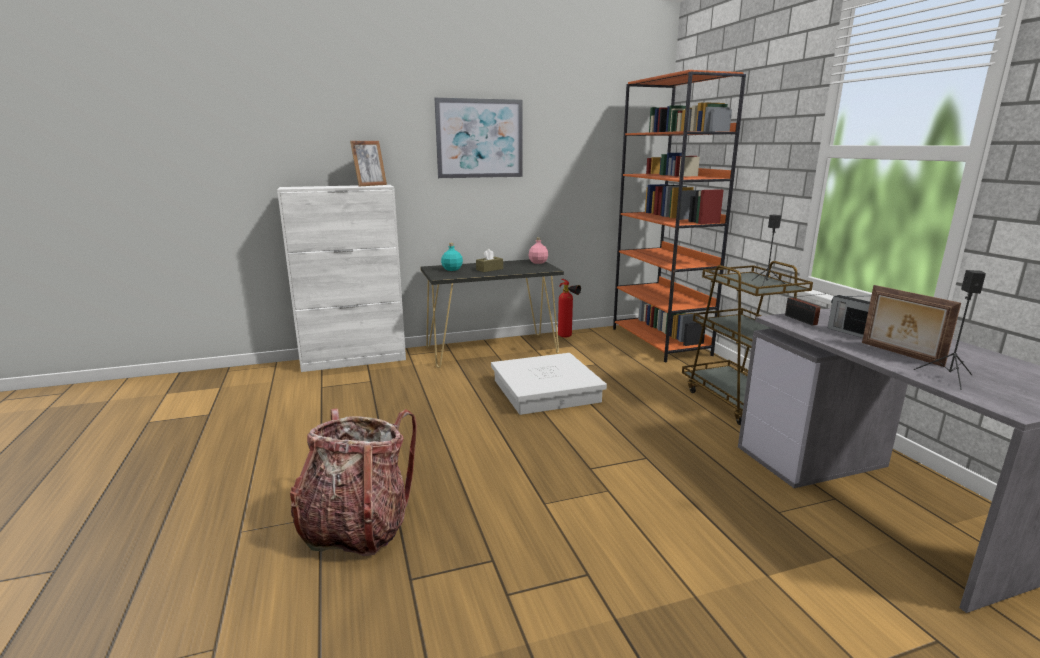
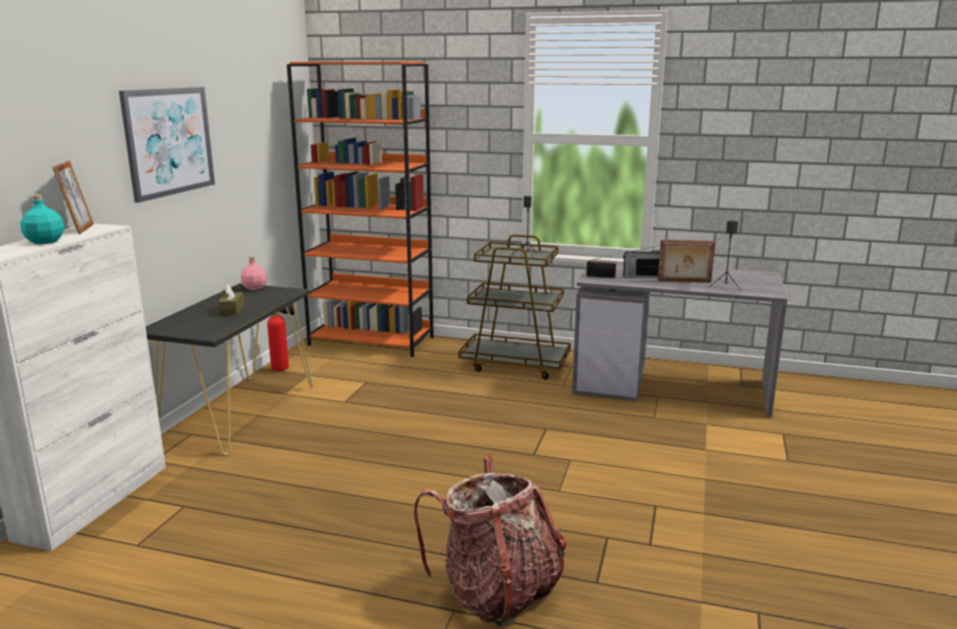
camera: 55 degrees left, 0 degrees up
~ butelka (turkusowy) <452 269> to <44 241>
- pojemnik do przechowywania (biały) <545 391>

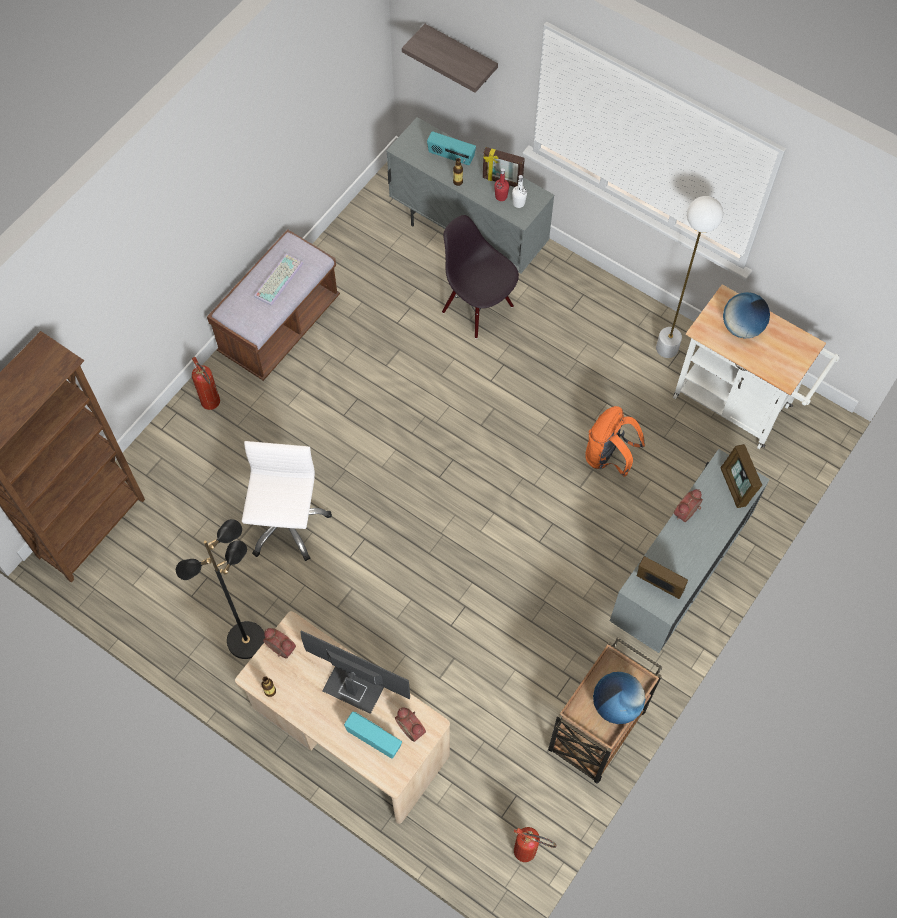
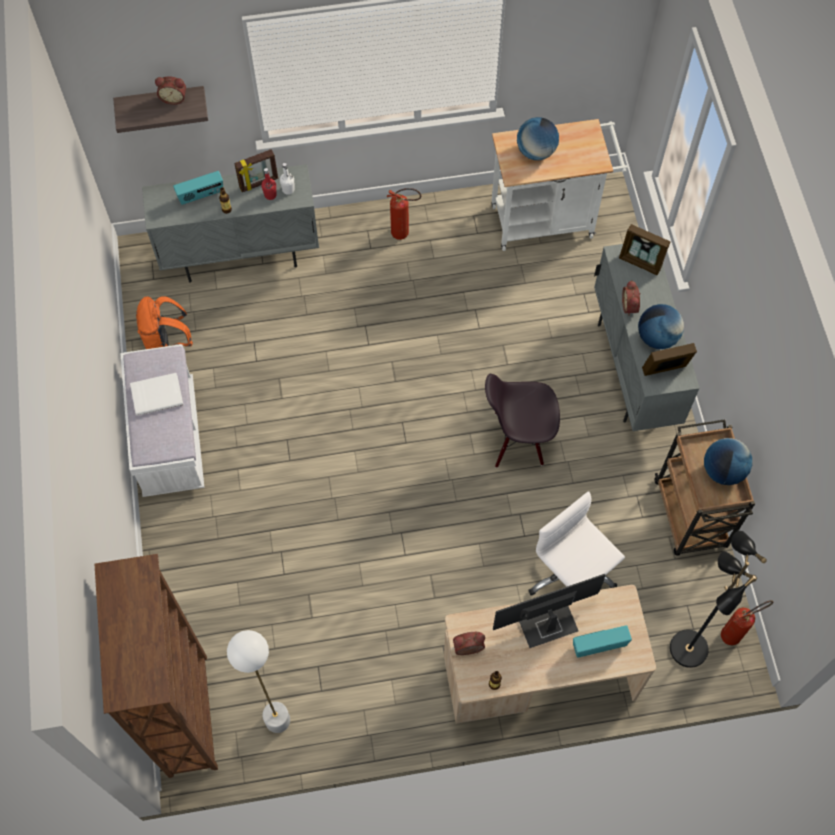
camera: 45 degrees left, 0 degrees up
~ lampa stojąca (biały) <667 348> to <278 720>
~ krzesło (czarny) <478 308> to <518 440>
~ ławka (brązowy) <279 326> to ławka (biały) <169 438>
~ klawiatura <278 279> to książka (biały) <157 394>
~ gaśnica <213 405> to <404 233>
~ plecak (pomarańczowy) <609 457> to <167 344>
~ krzesło biurowe (biały) <286 523> to <570 577>
~ lampa stojąca (czarny) <246 639> to <687 648>
~ budzik <412 727> to <174 98>
+ globus <657 337>

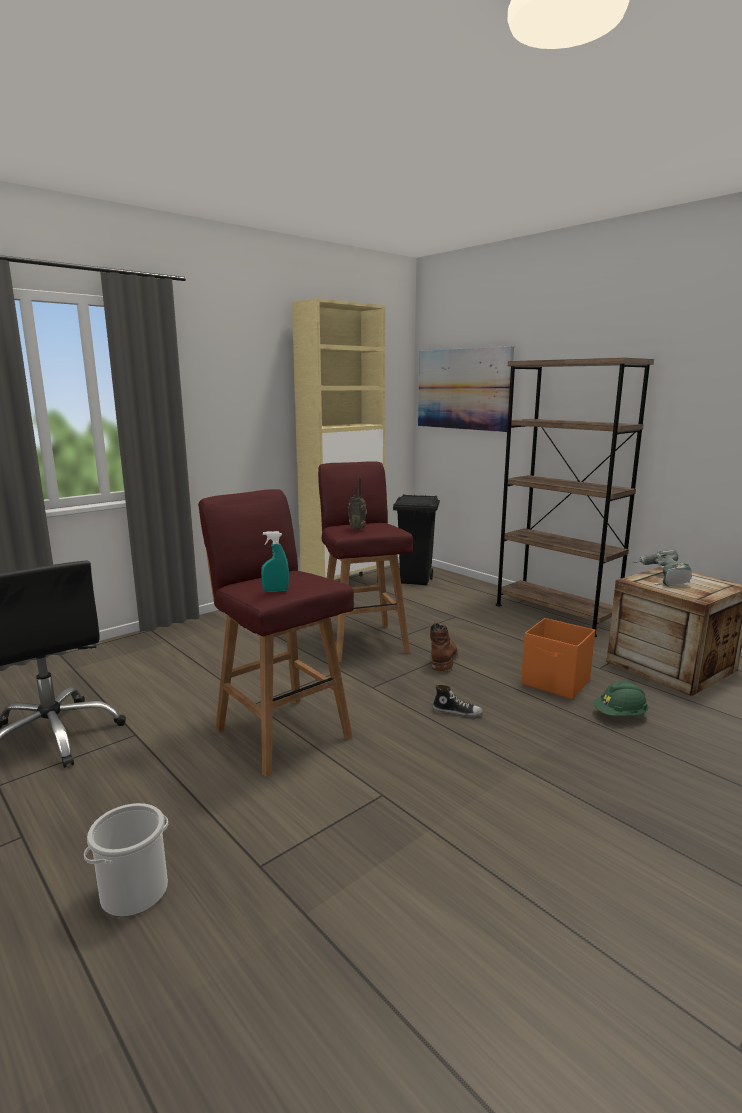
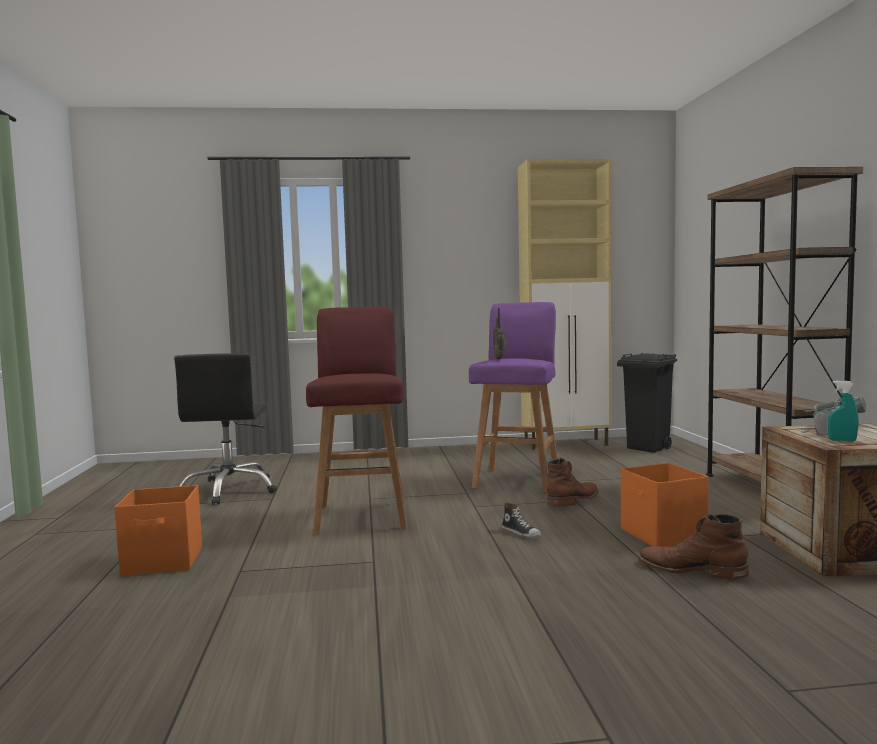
camera: 35 degrees right, 10 degrees down
- obraz <463 389>
~ stołek (czerwony) <362 641> to stołek (fioletowy) <518 479>
~ spryskiwacz (turkusowy) <275 591> to <842 440>
~ kask (zielony) <620 715> to but z cholewką (brązowy) <691 569>
~ wiadro <135 891> to pojemnik do przechowywania (pomarańczowy) <164 561>

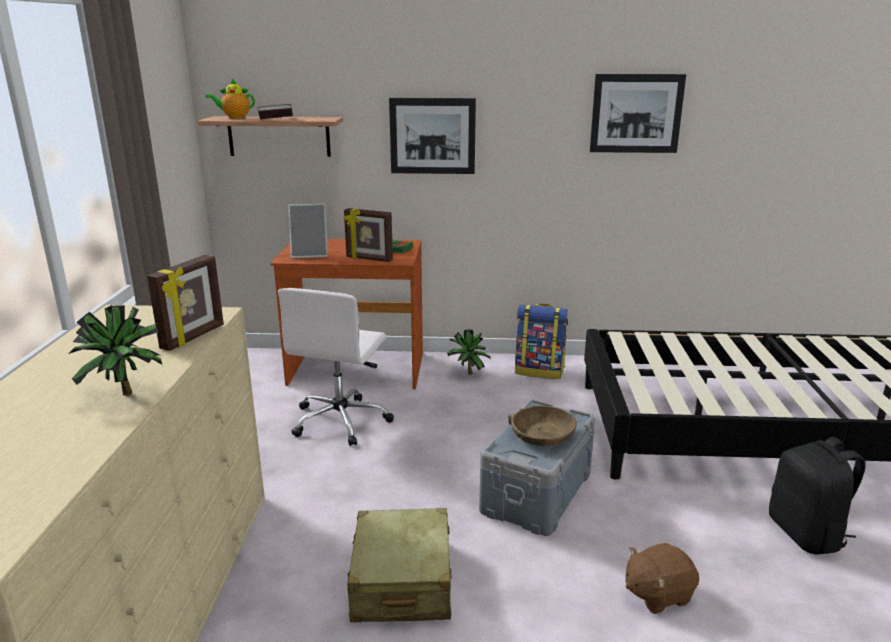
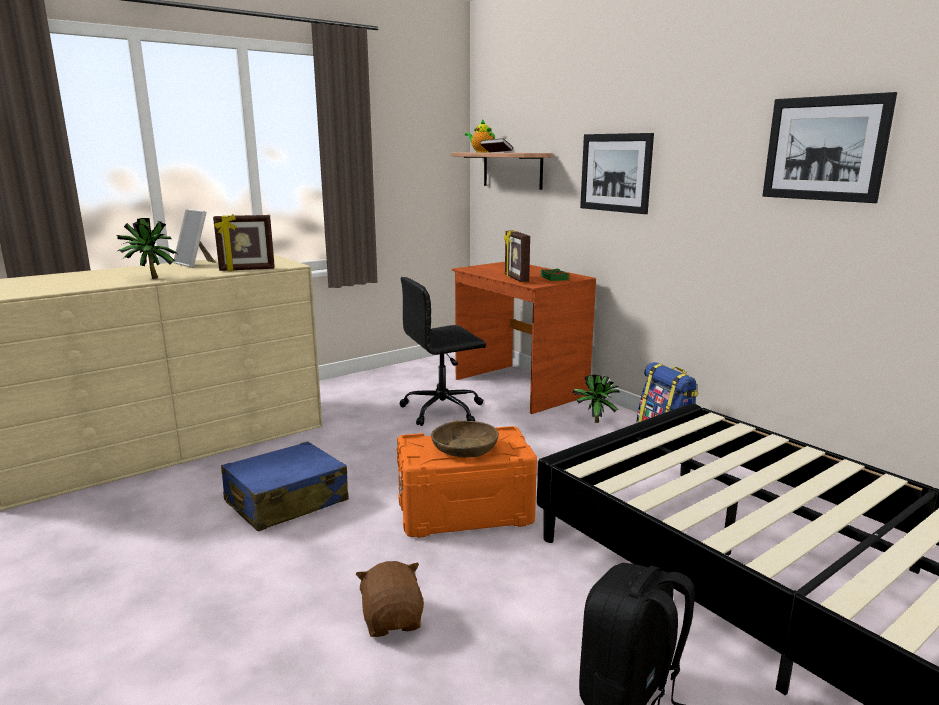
camera: 50 degrees right, 5 degrees down
~ ramka na zdjęcie <310 254> to <195 264>
~ krzesło biurowe (biały) <341 420> to krzesło biurowe (czarny) <444 410>
~ pojemnik do przechowywania (szary) <535 492> to pojemnik do przechowywania (pomarańczowy) <464 511>
~ walizka (beżowy) <402 582> to walizka (niebieski) <286 501>
~ pluszak (brązowy) <657 594> = <393 620> 45 degrees clockwise

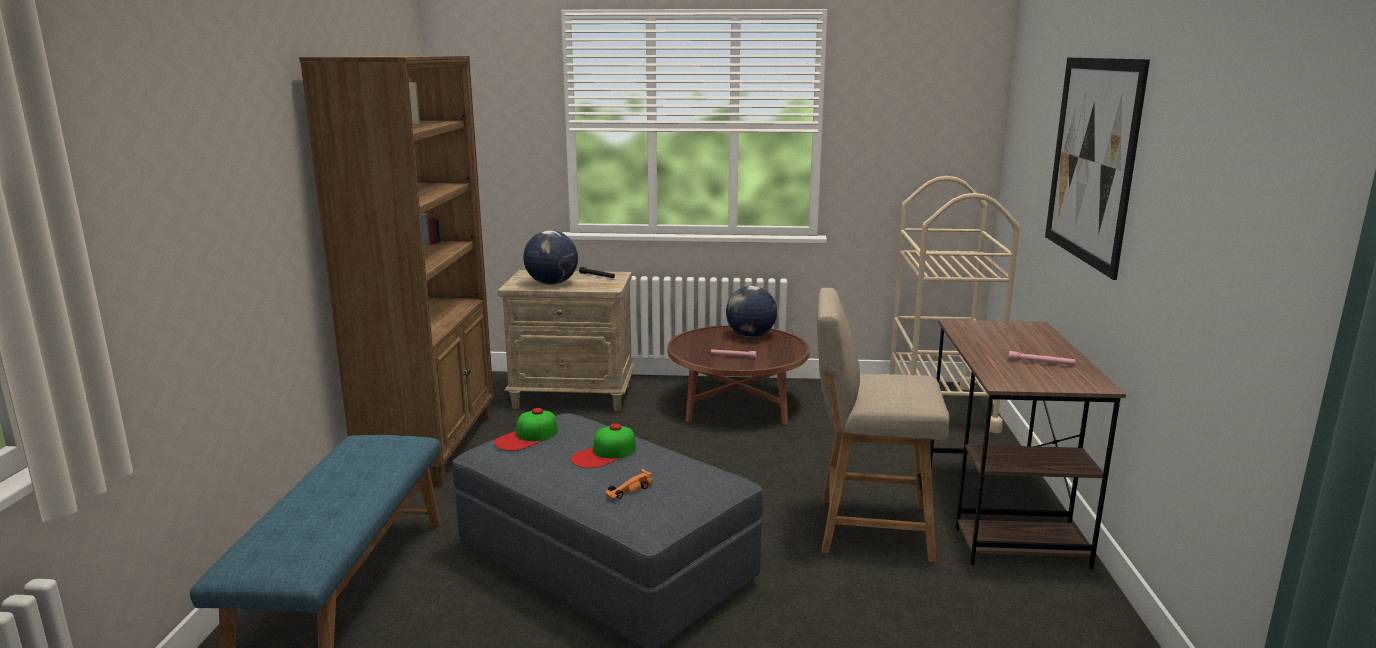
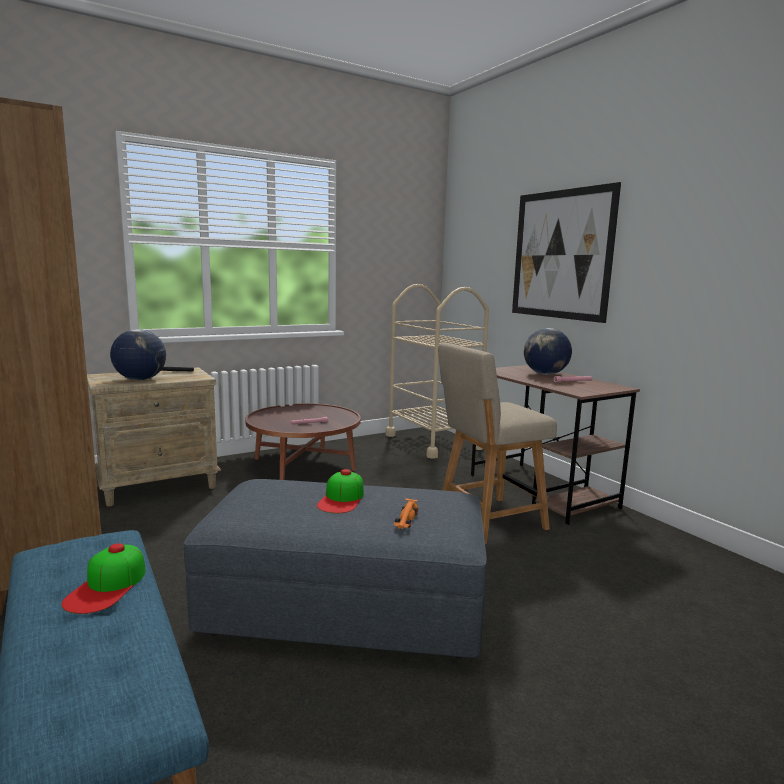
camera: 35 degrees left, 5 degrees down
~ globus <750 336> to <545 374>
~ czapka z daszkiem <527 437> to <107 586>

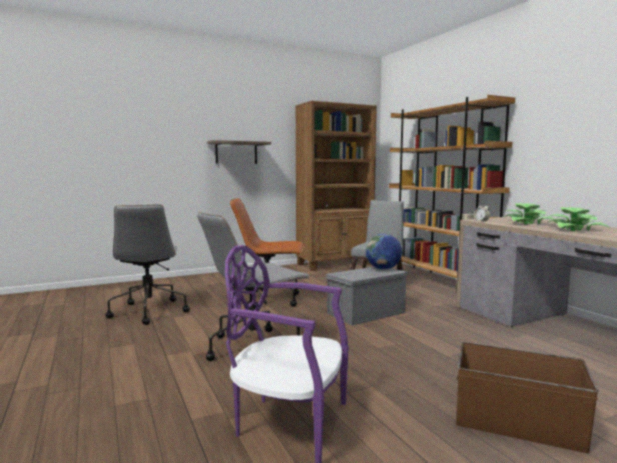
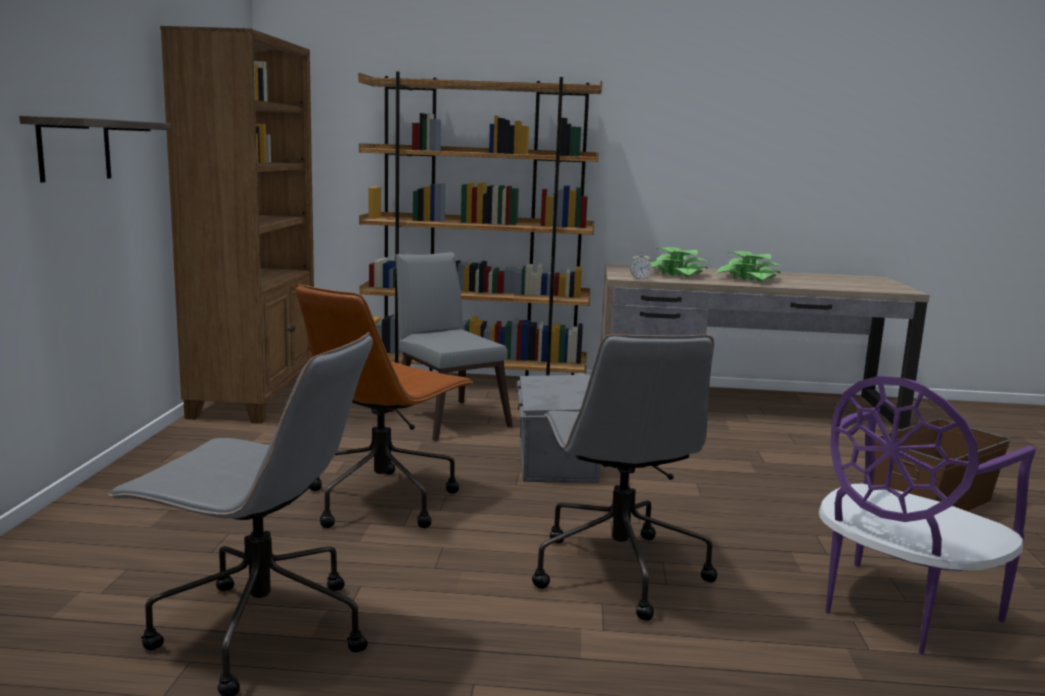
camera: 60 degrees left, 5 degrees up
- globus <383 268>

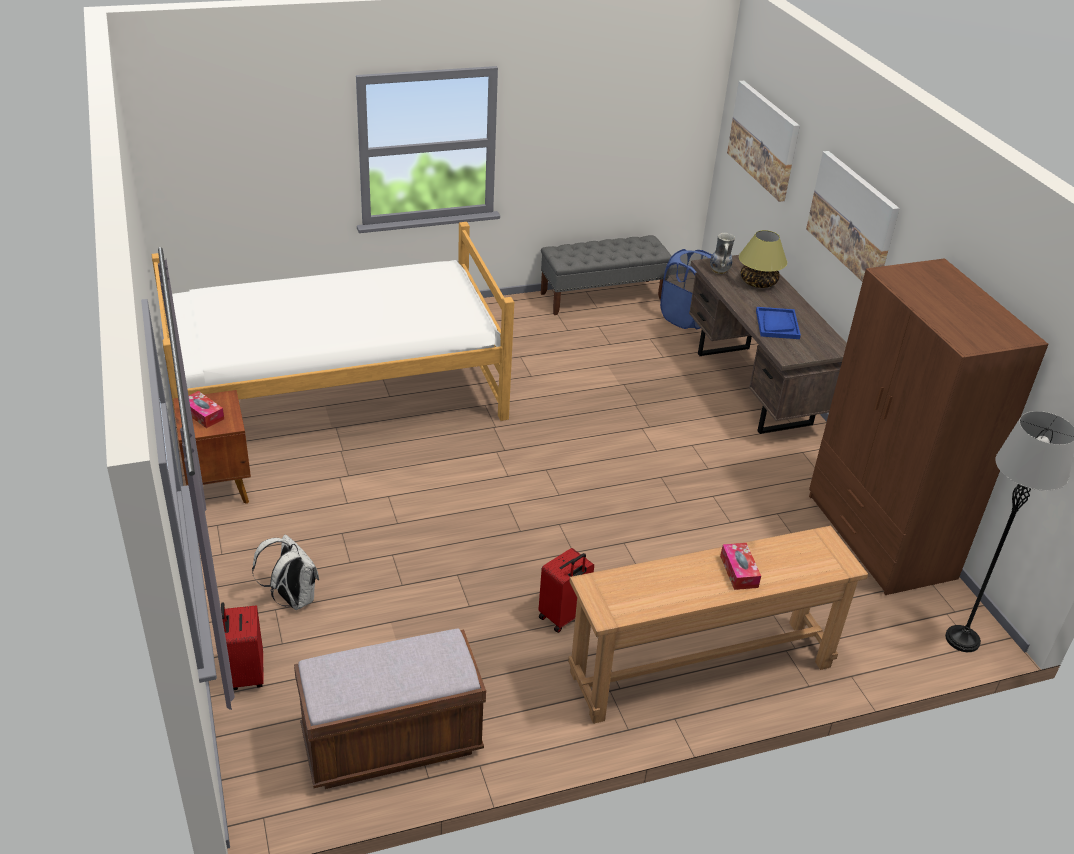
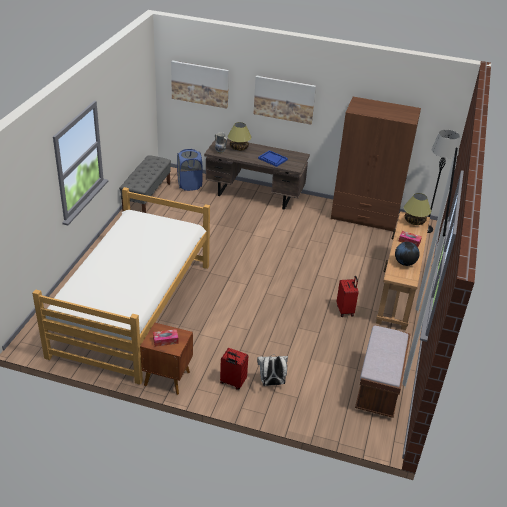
camera: 55 degrees left, 0 degrees up
~ walizka (czerwony) <246 674> to <232 382>
+ lampa stołowa <414 221>
+ globus <405 263>

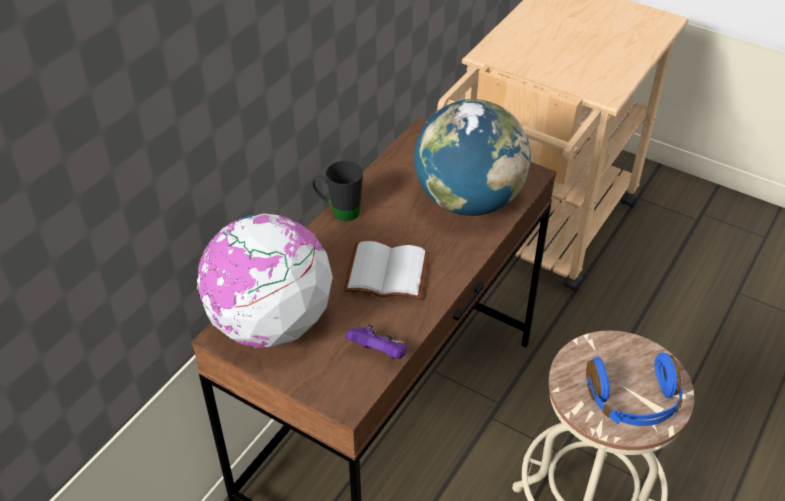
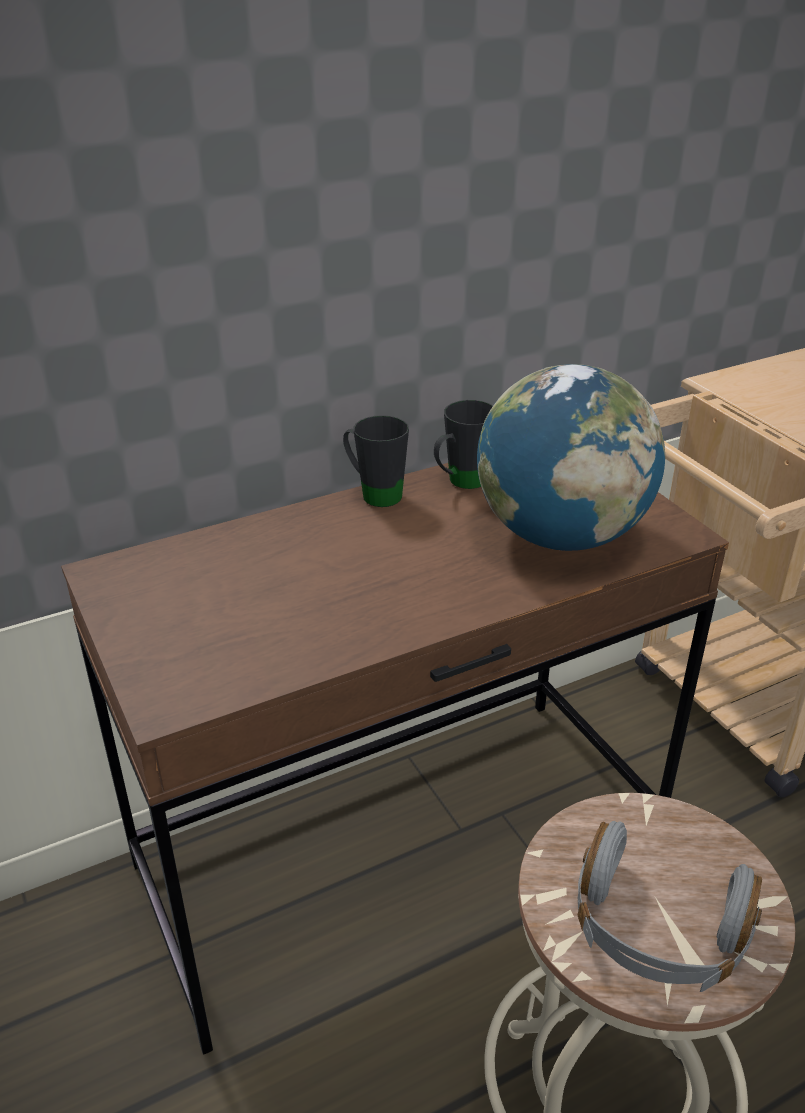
camera: 30 degrees right, 10 degrees down
- globus <270 324>
- książka (biały) <389 271>
- pad do gier (fioletowy) <379 353>
~ słuchawki (niebieski) <633 401> to słuchawki (szary) <657 931>
+ kubek (czarny) <460 483>

